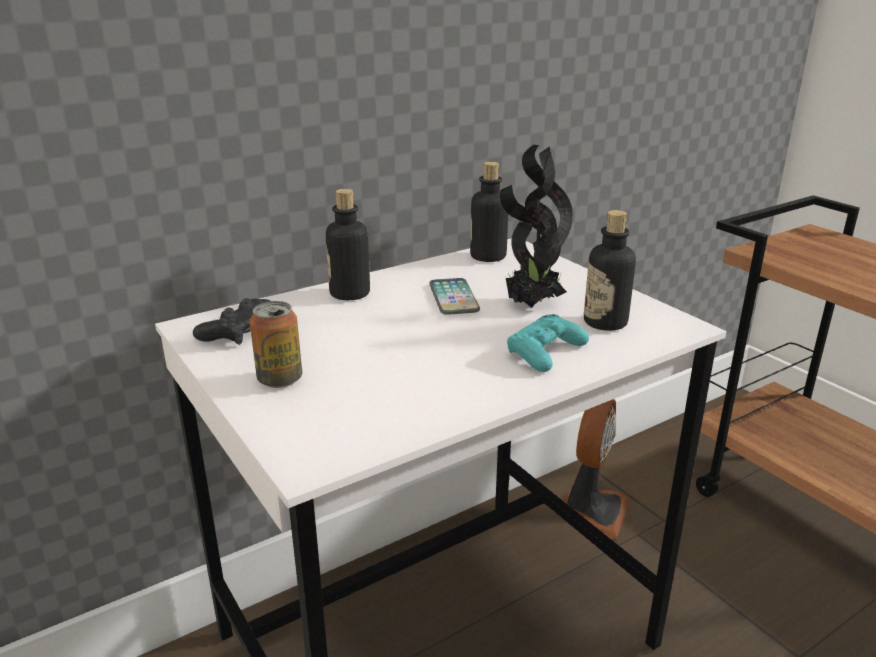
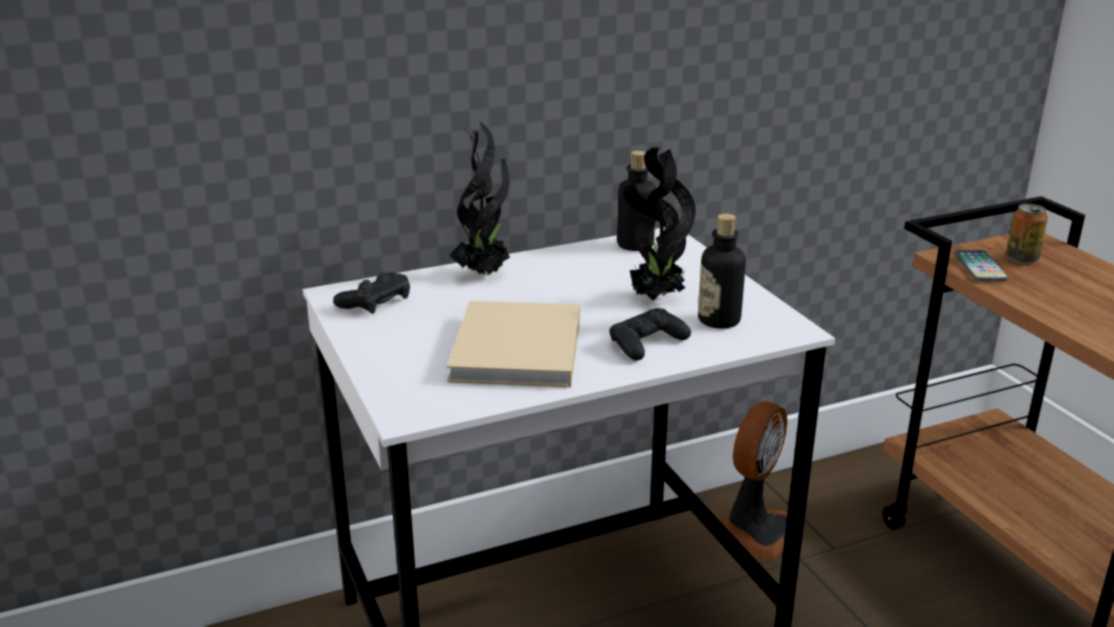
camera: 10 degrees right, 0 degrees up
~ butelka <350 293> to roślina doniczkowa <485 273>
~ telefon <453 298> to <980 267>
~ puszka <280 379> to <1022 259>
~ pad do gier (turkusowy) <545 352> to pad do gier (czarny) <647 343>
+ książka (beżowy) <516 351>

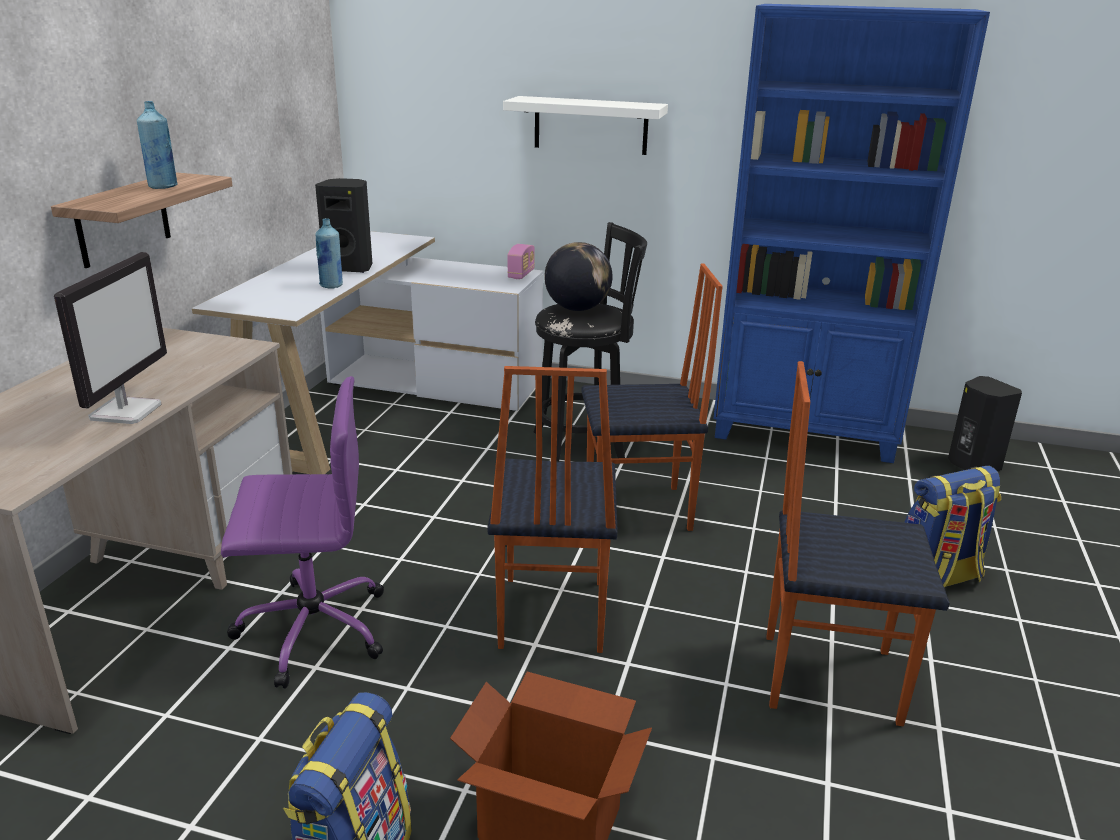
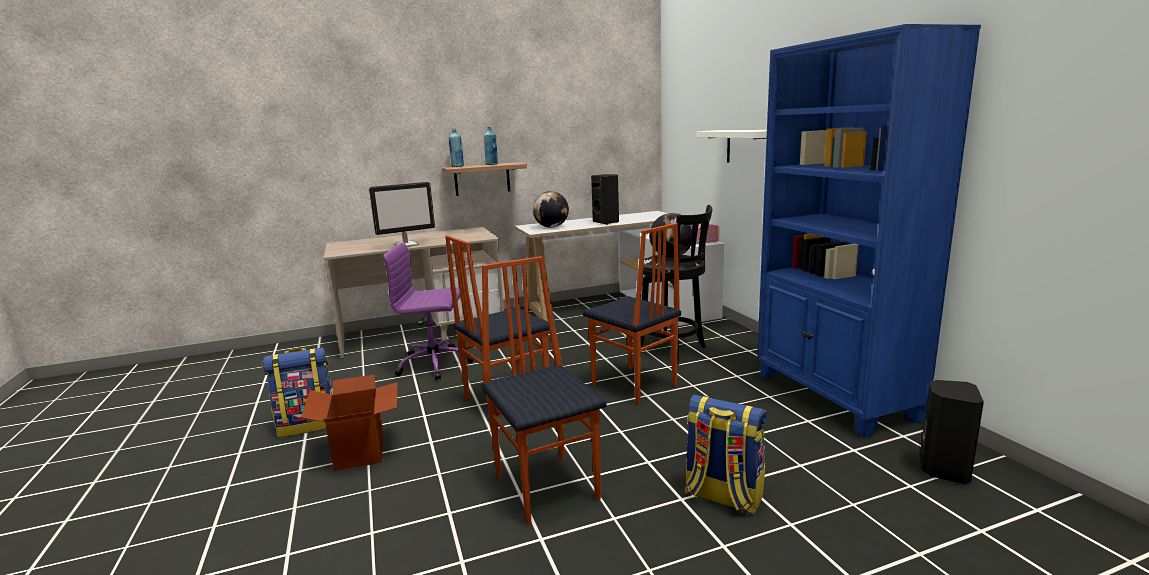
camera: 55 degrees right, 10 degrees down
~ butelka (niebieski) <331 285> to <457 166>
~ krzesło biurowe (fioletowy) <311 629> = <435 364> 135 degrees clockwise
+ globus <551 227>

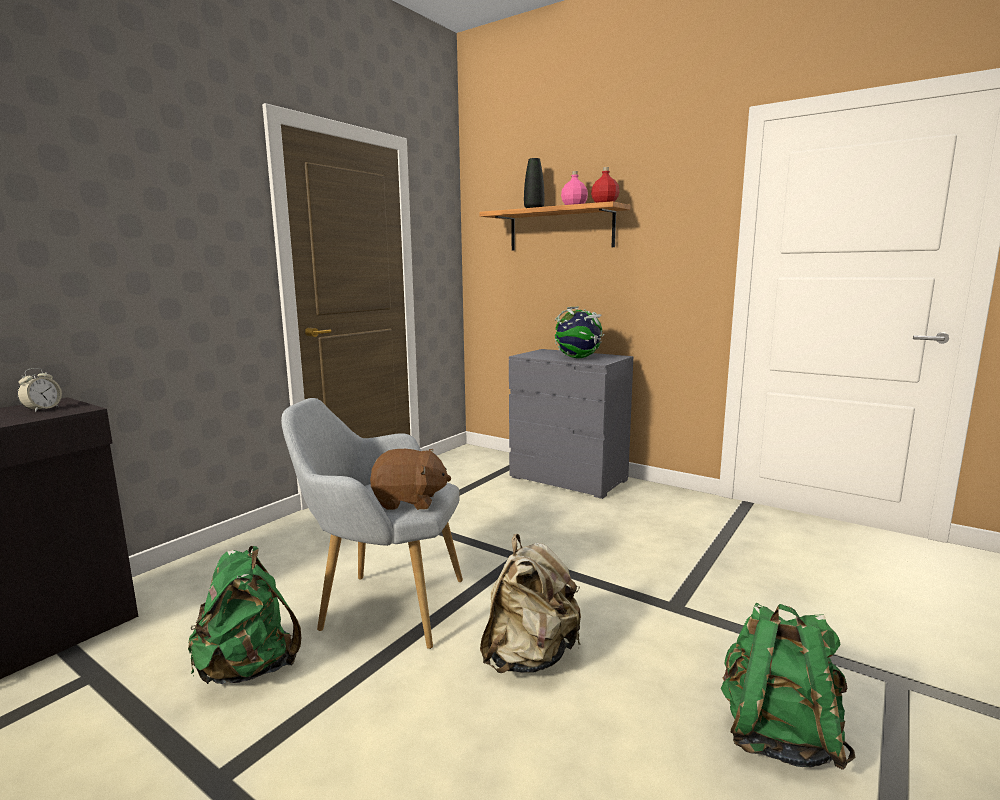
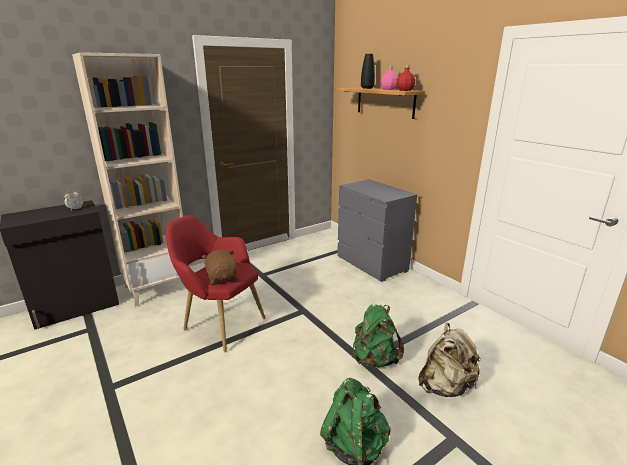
camera: 20 degrees right, 10 degrees up
- globus <578 358>
~ fotel (szary) <383 605> to fotel (czerwony) <219 323>
~ pluszak (brązowy) <409 501> = <222 278> 135 degrees counterclockwise
~ plecak (beżowy) <530 656> to <445 386>
~ plecak (zielony) <249 668> to <374 359>
+ regał (beżowy) <158 287>

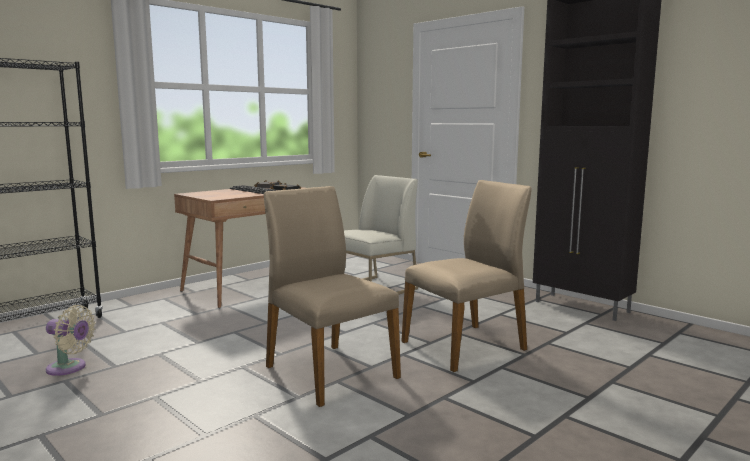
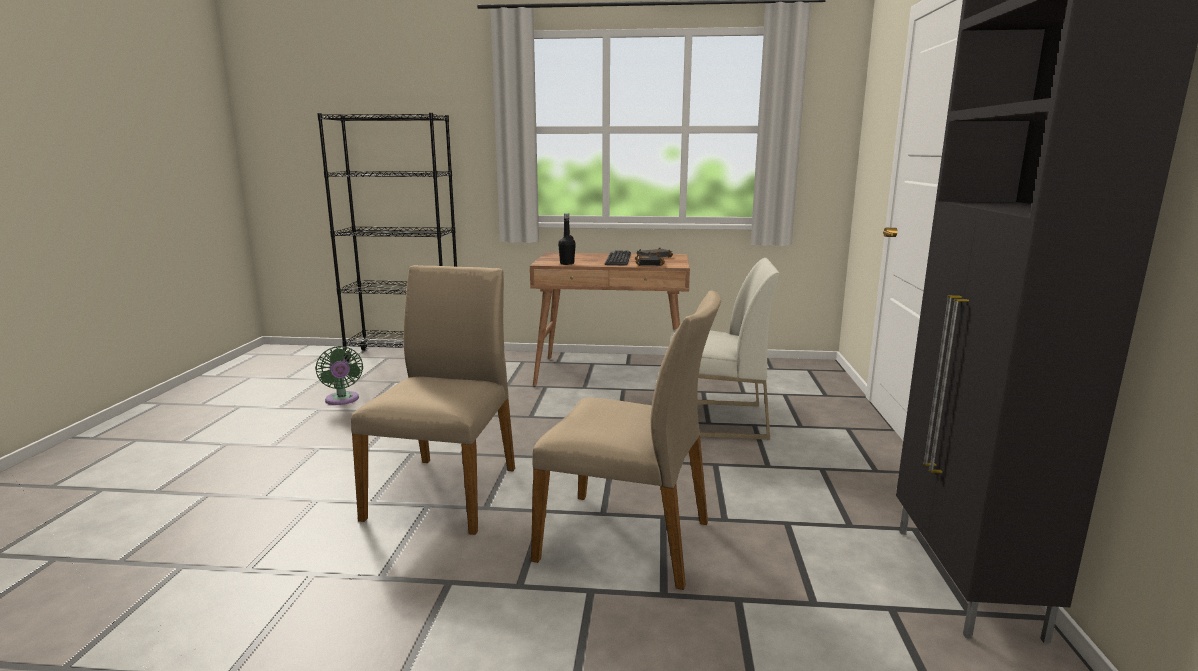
camera: 50 degrees right, 5 degrees up
~ wentylator (beżowy) <69 368> to wentylator (zielony) <342 400>
+ butelka (czarny) <567 263>

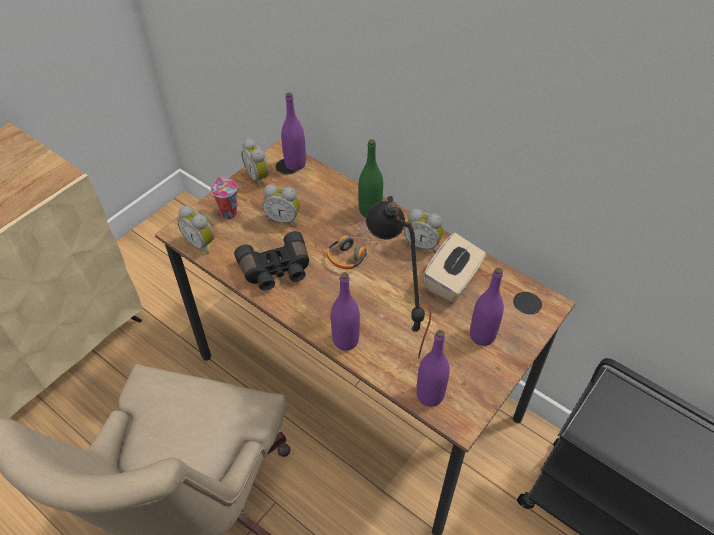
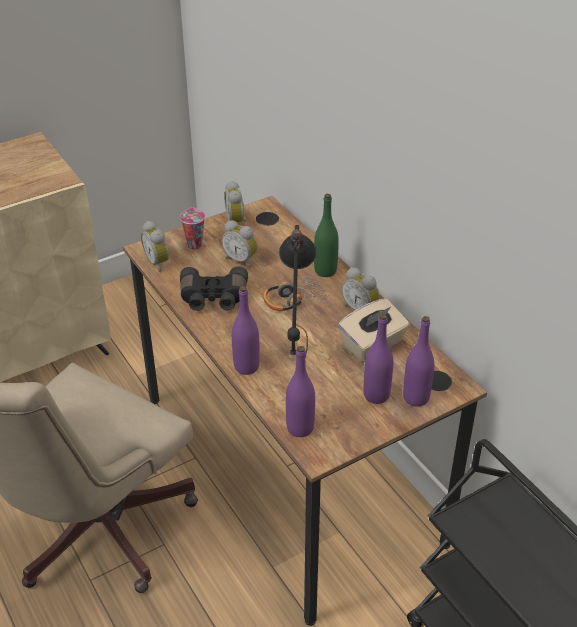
camera: 20 degrees right, 10 degrees down
~ butelka (fioletowy) <295 164> to <416 398>

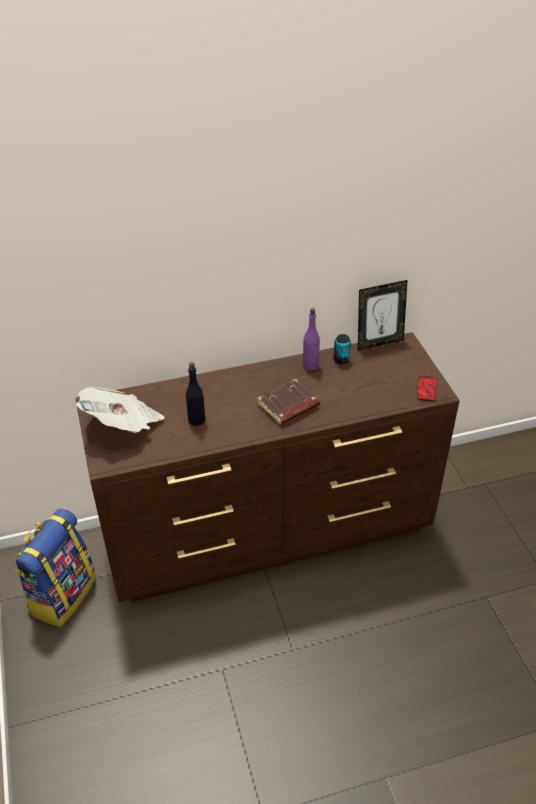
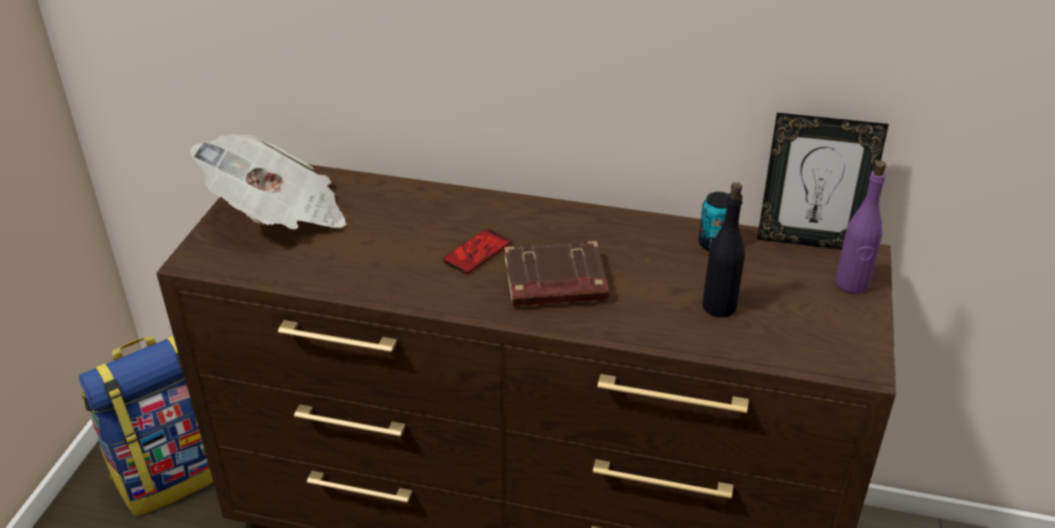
camera: 30 degrees right, 5 degrees down
~ butelka (fioletowy) <310 365> to <852 283>
~ butelka (czarny) <196 420> to <719 306>
~ telefon <426 389> to <477 252>

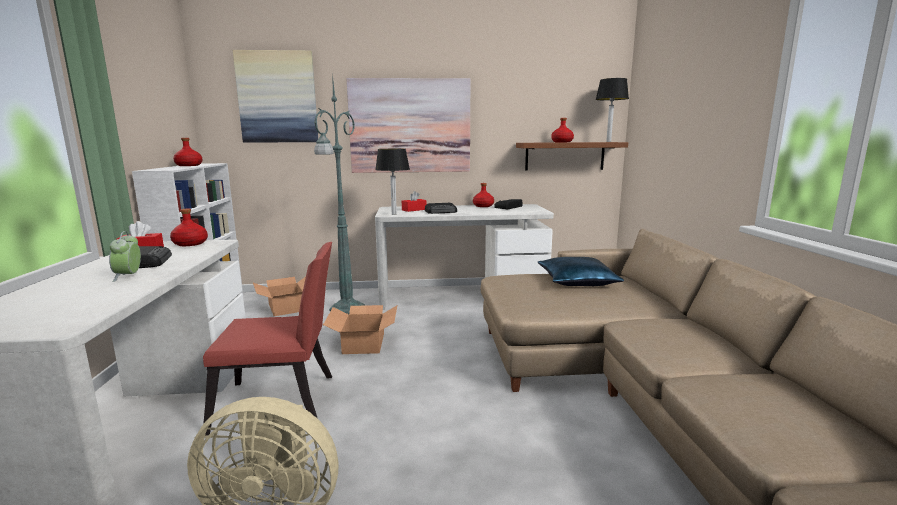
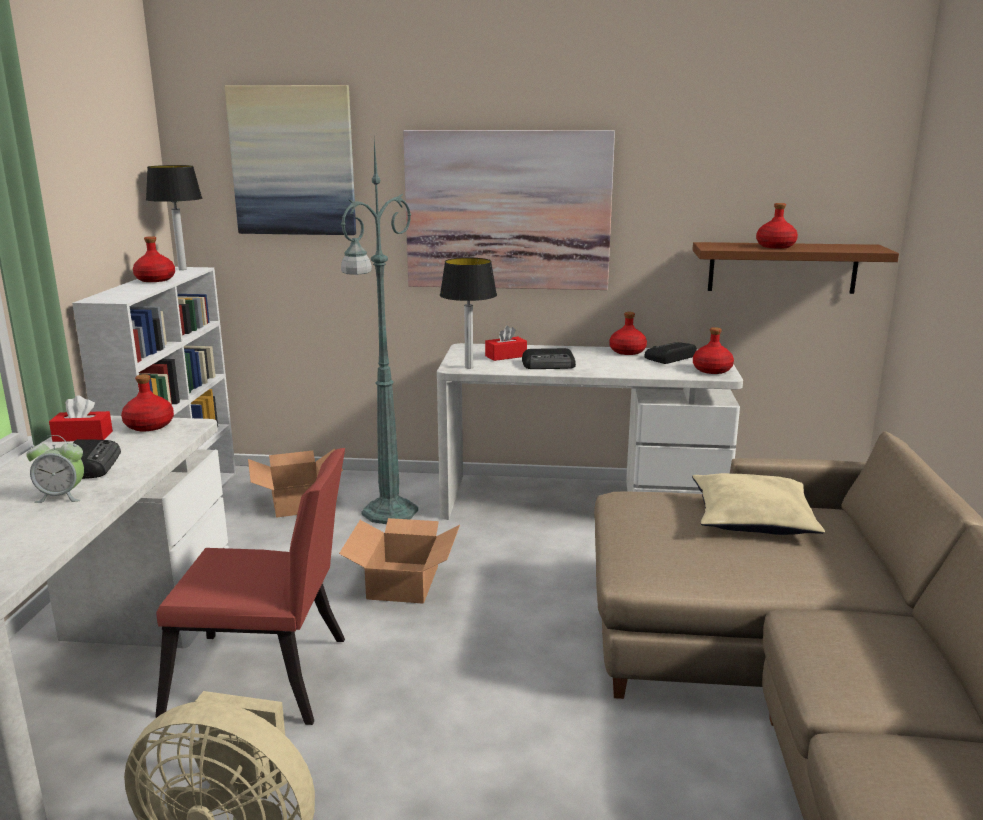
camera: 10 degrees right, 5 degrees up
~ lampa stołowa <608 142> to <182 269>
~ budzik <128 276> = <61 496> 90 degrees counterclockwise
~ poduszka (niebieski) <577 281> to poduszka (beżowy) <752 519>
+ butelka (czerwony) <711 370>

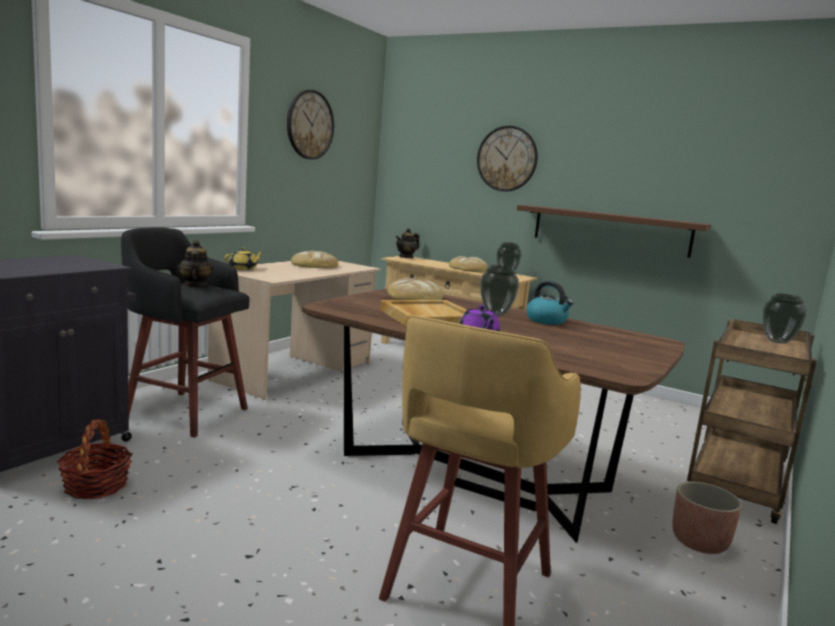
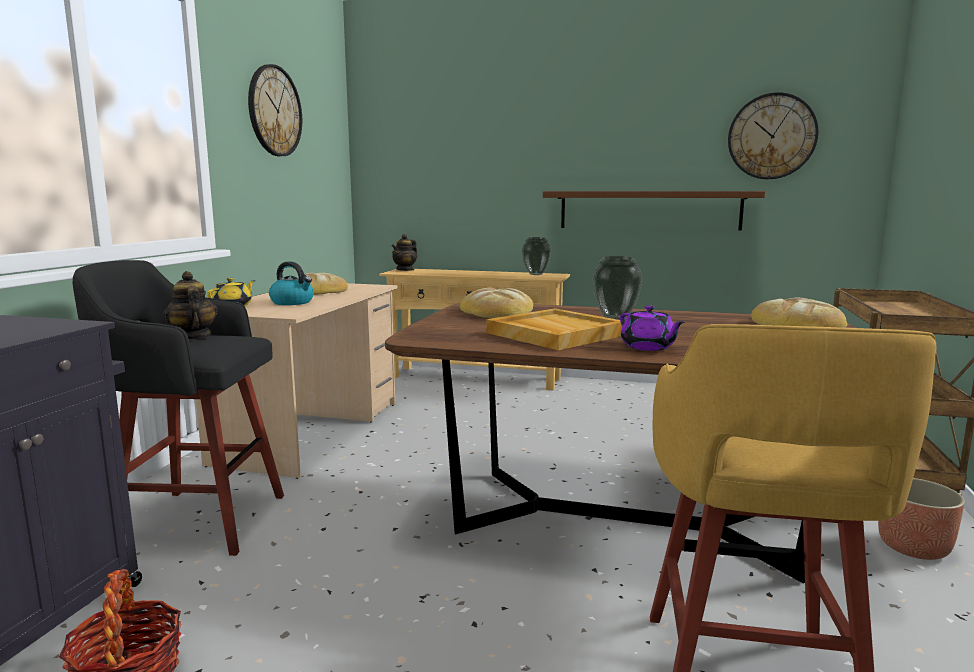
camera: 15 degrees left, 0 degrees up
~ zegar ścienny <507 159> to <771 136>
~ chleb <468 268> to <796 324>
~ czajnik <547 321> to <293 302>
- wazon <777 341>

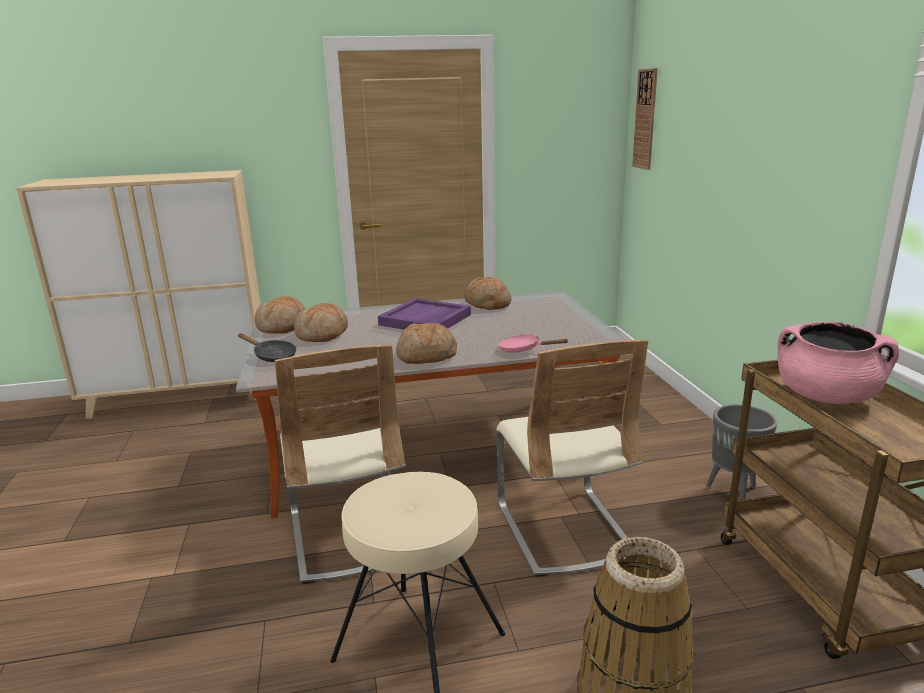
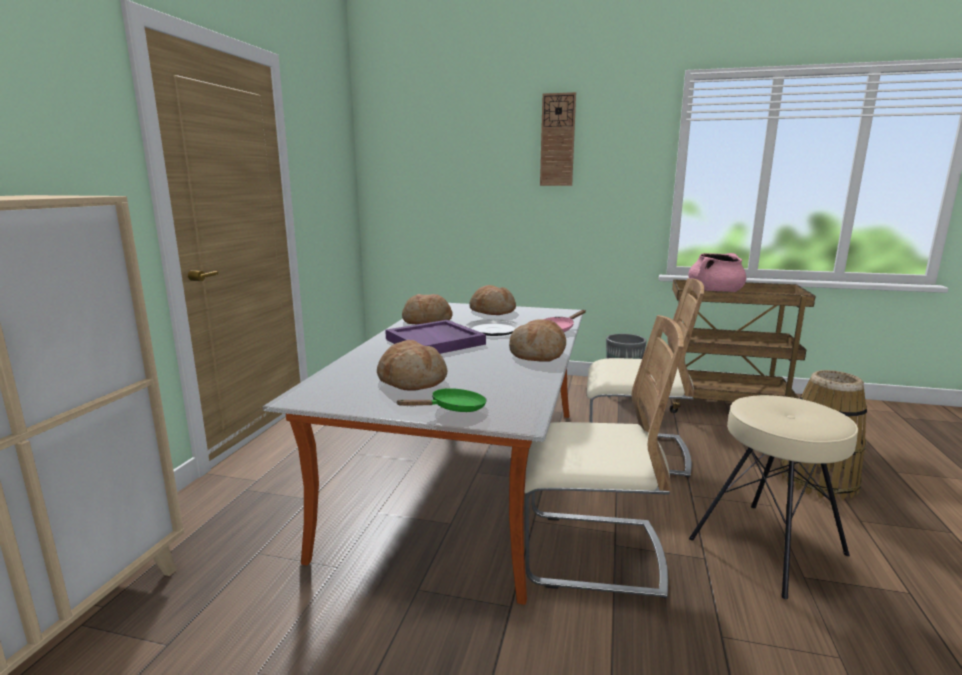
camera: 65 degrees left, 5 degrees down
~ zegar ścienny <645 119> to <557 140>
~ chleb <282 326> to <492 311>
~ patelnia (czarny) <272 356> to patelnia (zielony) <453 409>
+ talerz <493 330>

